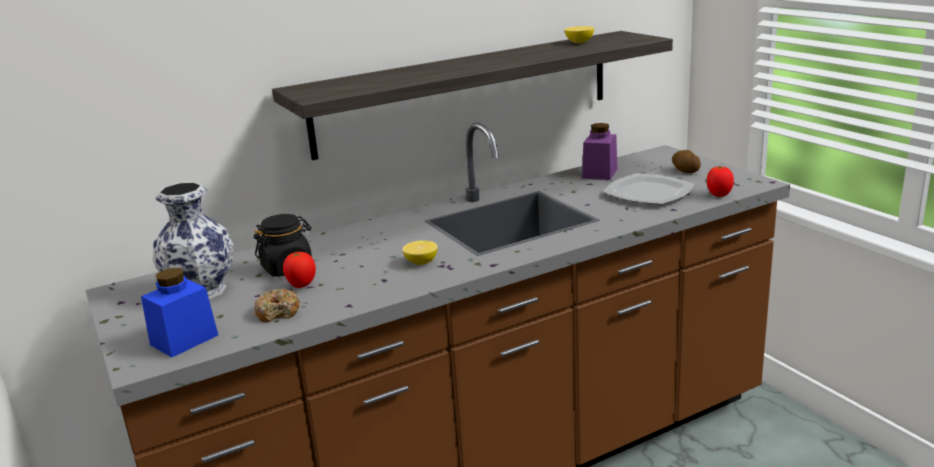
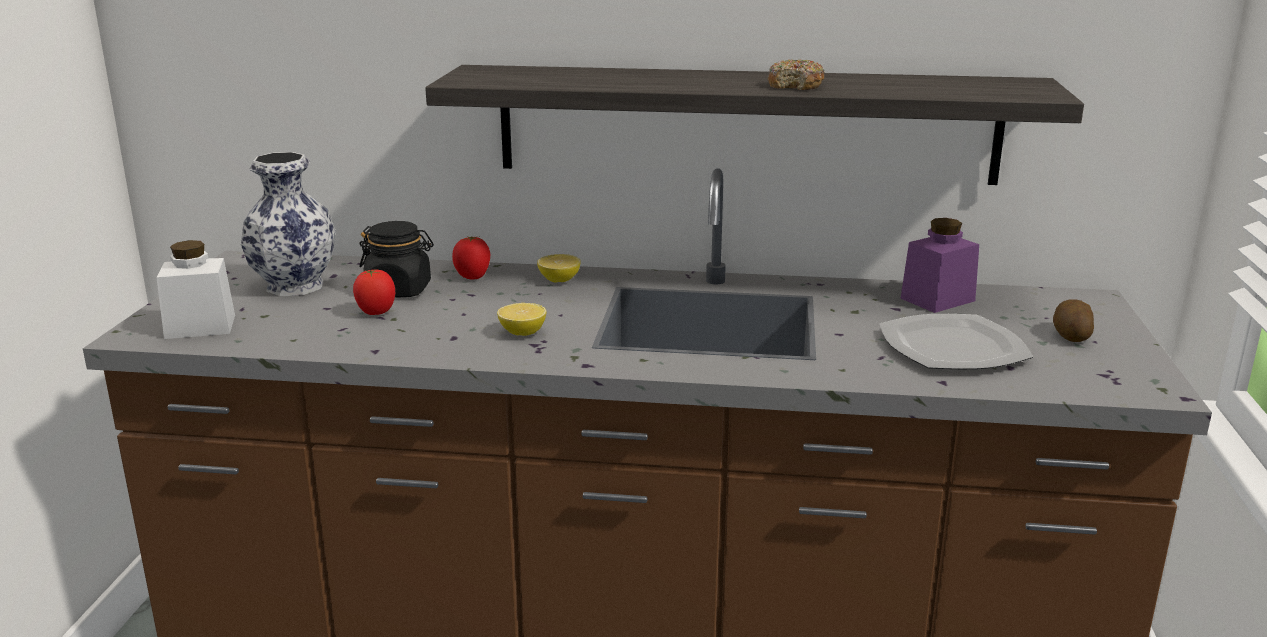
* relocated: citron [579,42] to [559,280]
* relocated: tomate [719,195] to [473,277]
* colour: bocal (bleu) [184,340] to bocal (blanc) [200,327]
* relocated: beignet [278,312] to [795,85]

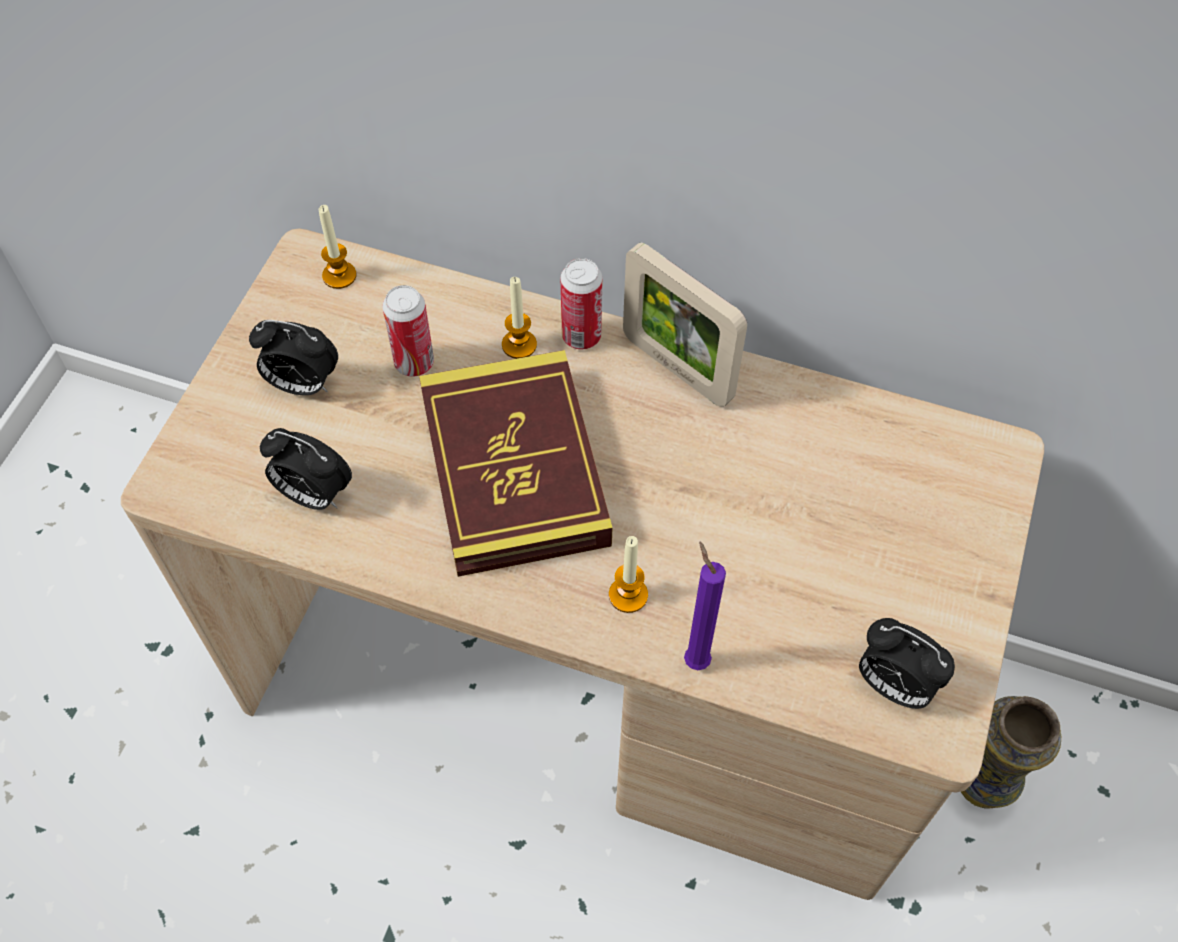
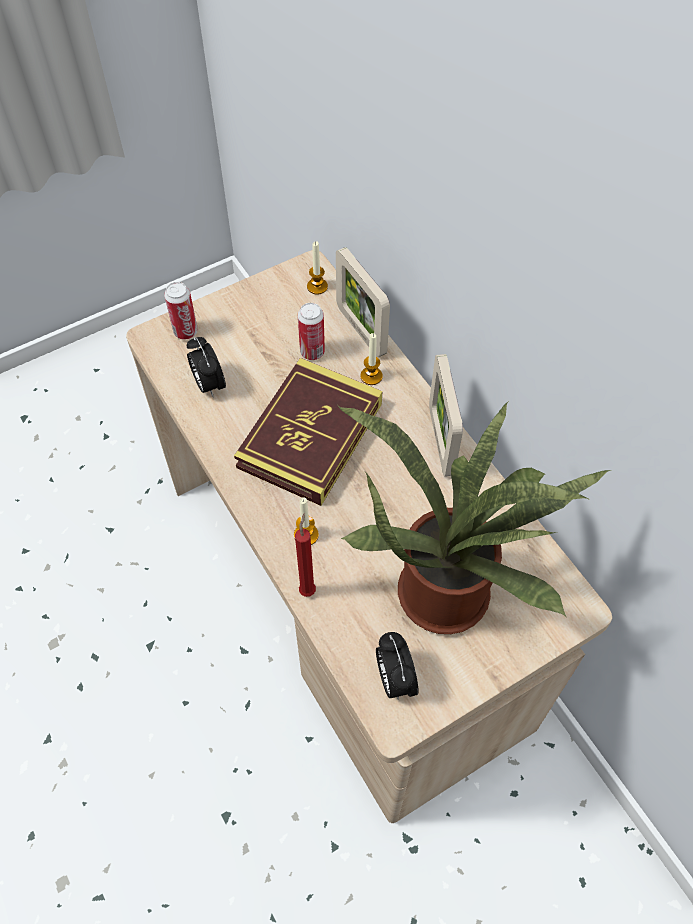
* relocated: boîte métallique [581,336] to [185,331]
* missing: réveil [302,384]
* colour: bougie (violet) [694,658] to bougie (rouge) [308,589]
* missing: vase [981,782]
* appeared: cadre photo [361,330]
* appeared: plante en pot [449,586]

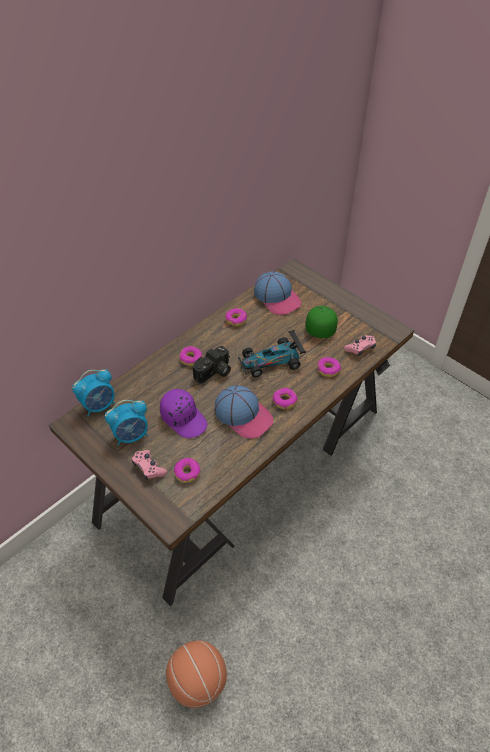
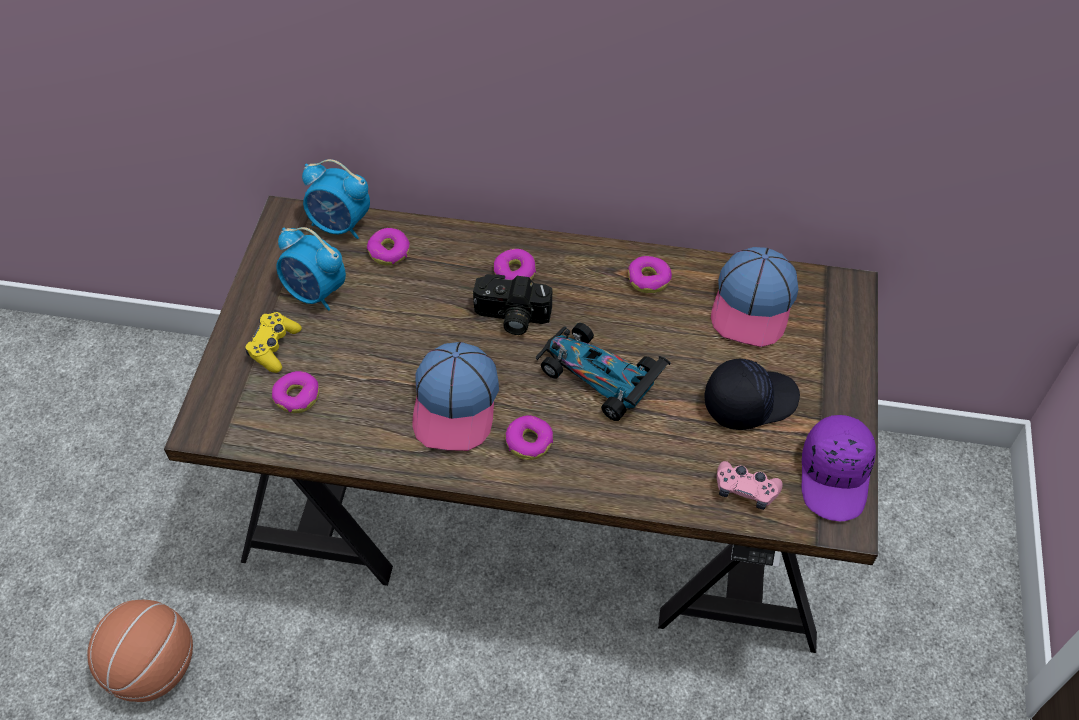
* colour: casquette (vert) [321,324] to casquette (noir) [749,400]
* relocated: beignet [328,369] to [389,252]
* relocated: casquette (violet) [184,418] to [836,476]
* colour: manette (rose) [148,468] to manette (jaune) [274,347]

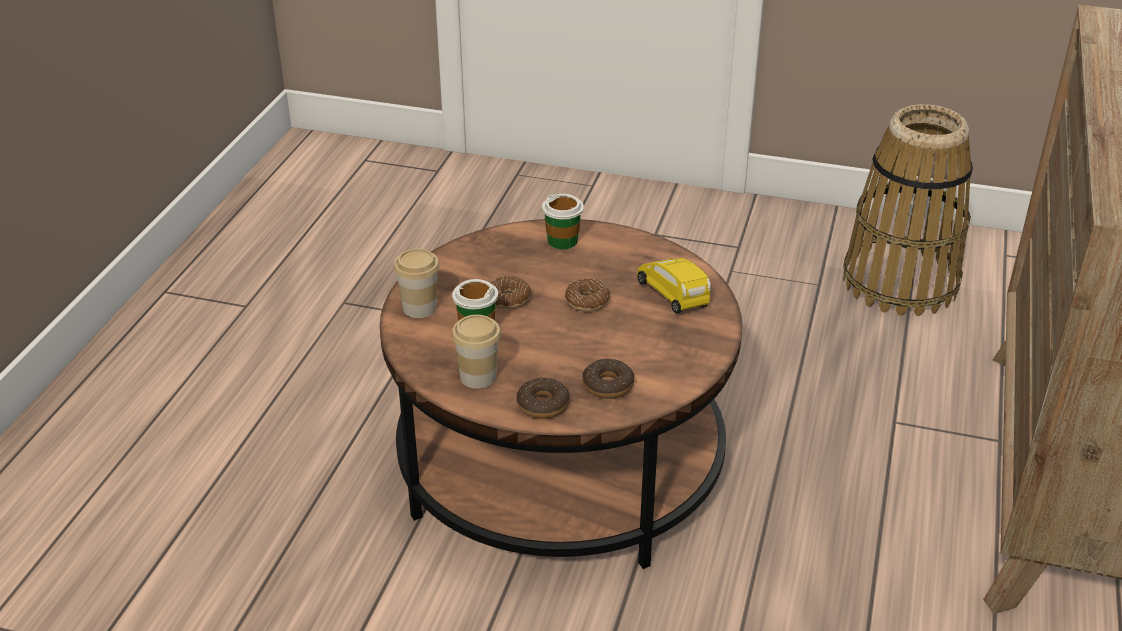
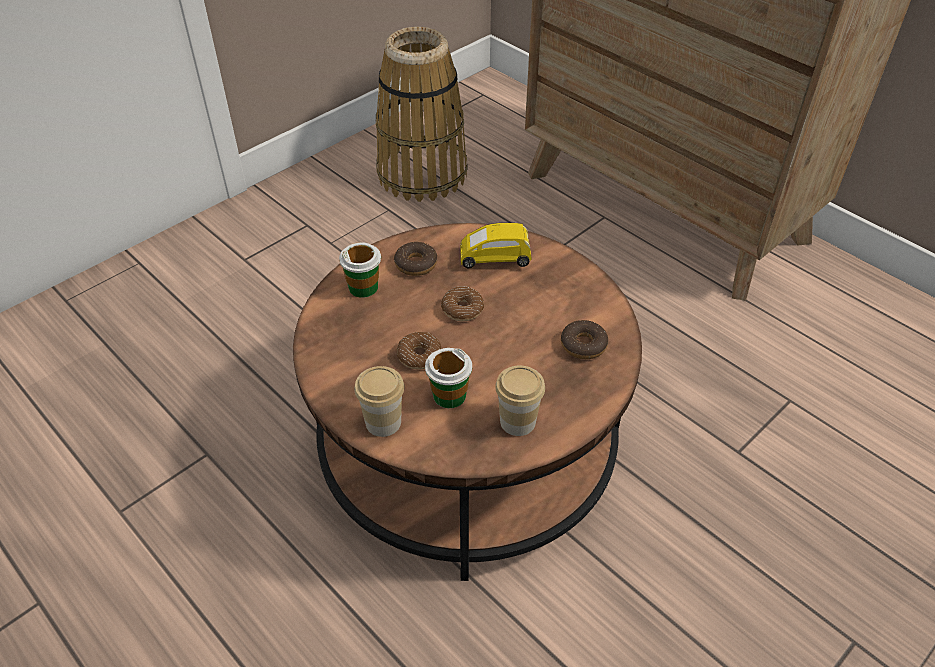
* relocated: beignet [543,405] to [416,264]

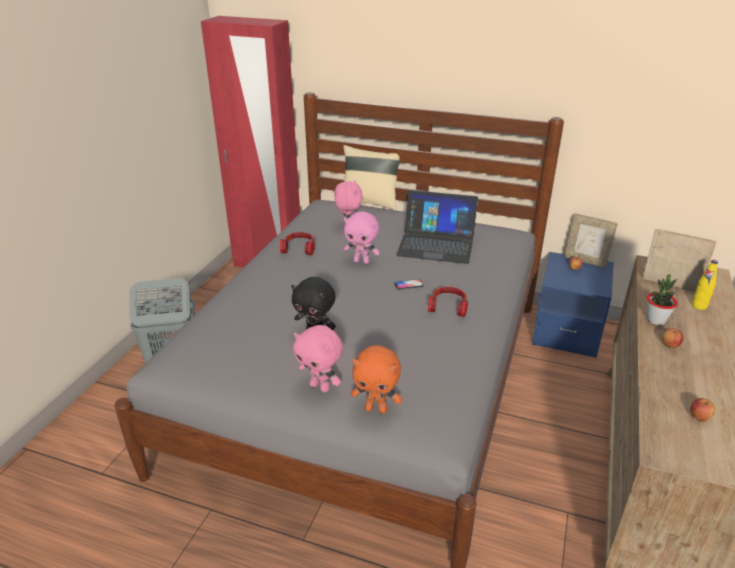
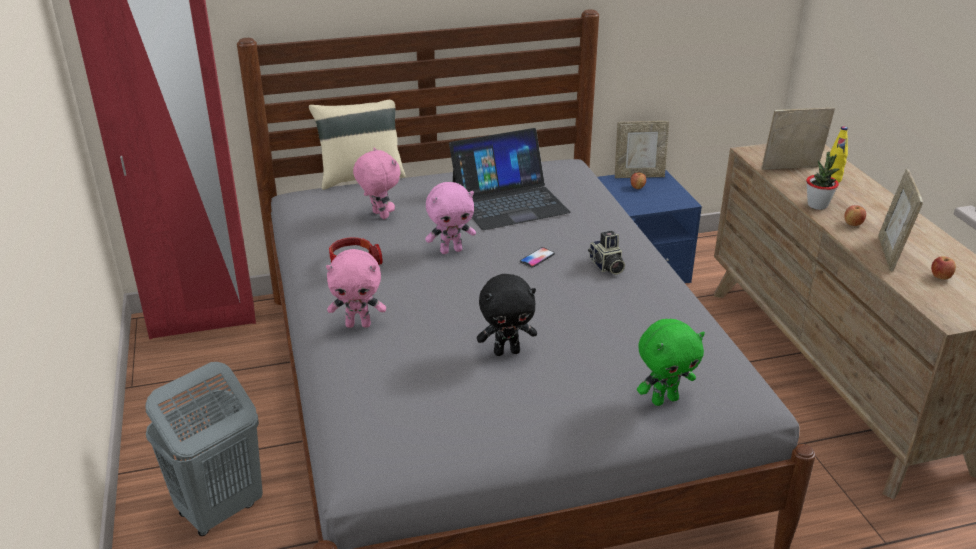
* exchanged: casque audio [448,307] to appareil photo [606,266]
* relocated: peluche (rose) [320,387] to [358,324]
* colour: peluche (orange) [376,409] to peluche (vert) [664,399]
* appeared: cadre photo [890,254]

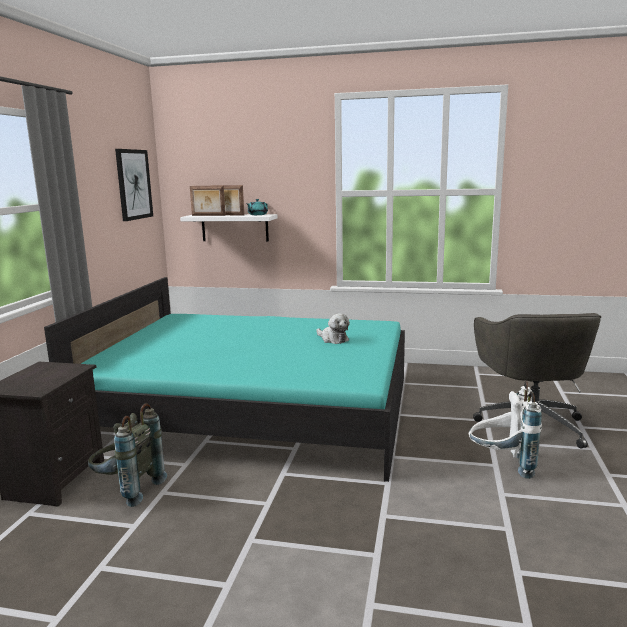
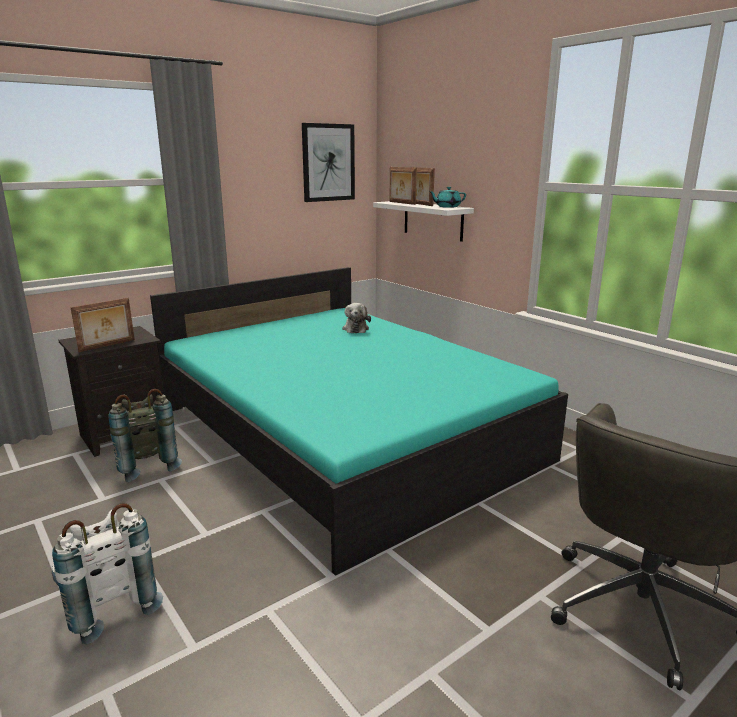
* relocated: peluche [333,339] to [356,328]
* relocated: sac à dos (blanc) [502,465] to [107,607]
* appeared: cadre photo [107,346]

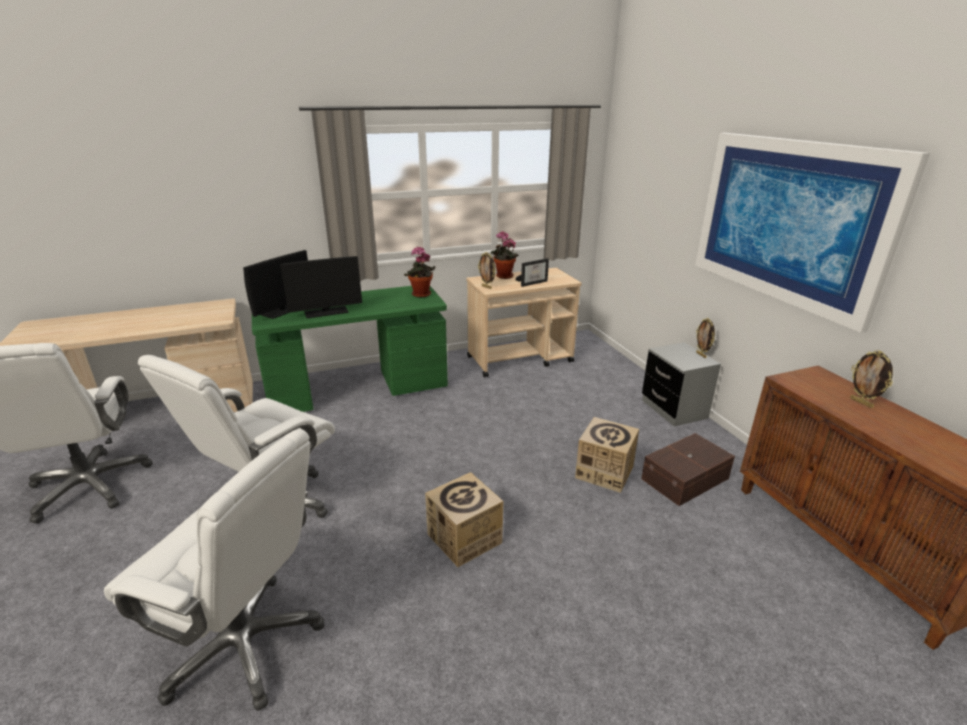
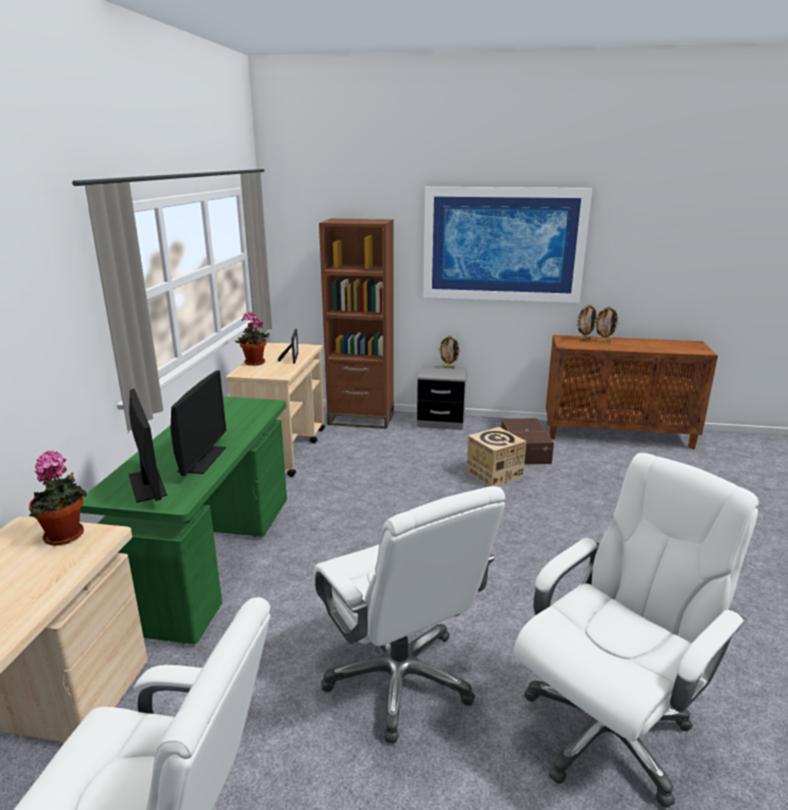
* relocated: plante en pot [421,295] to [66,537]
* relocated: cadre photo [487,287] to [584,339]
* missing: carton [464,538]
* appeared: bibliothèque (marron) [361,418]

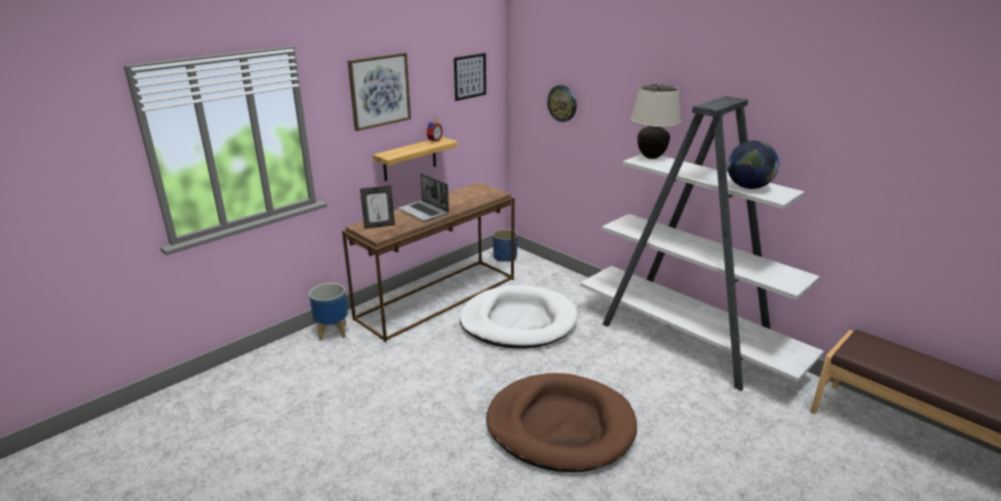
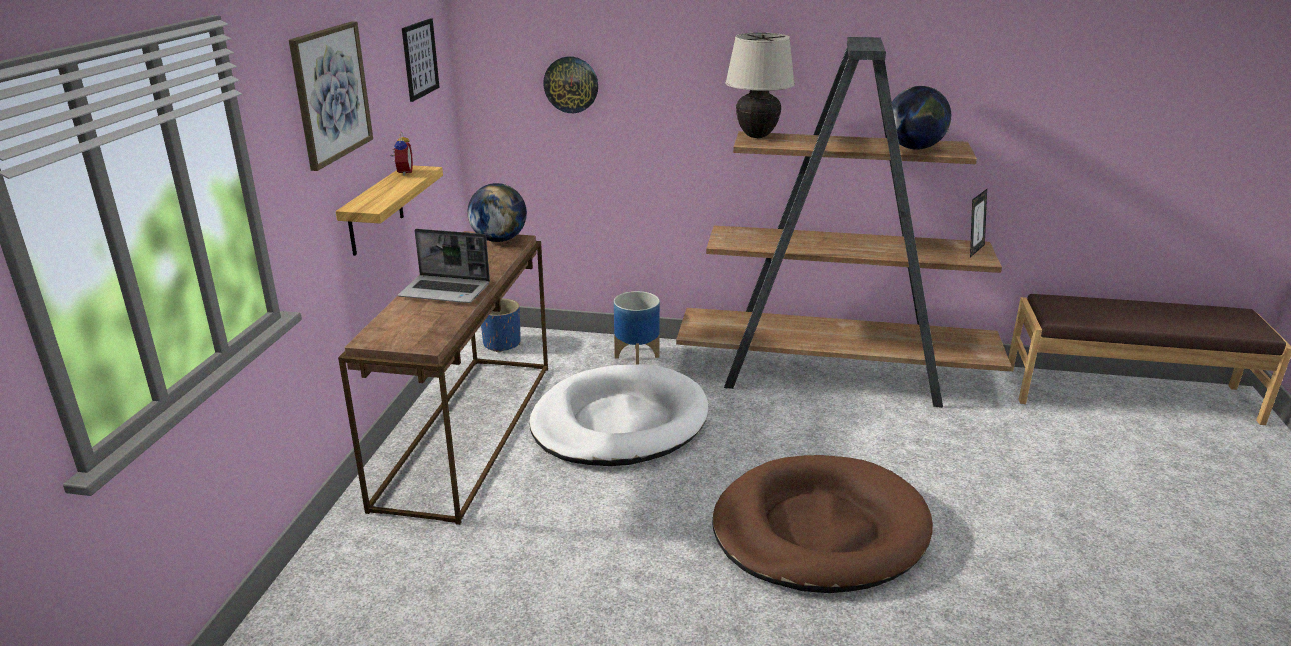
* colour: bibliothèque (blanc) [687,342] to bibliothèque (marron) [835,375]
* relocated: cadre photo [379,226] to [973,250]
* relocated: cache-pot [333,332] to [637,357]
* appeared: globe [499,240]

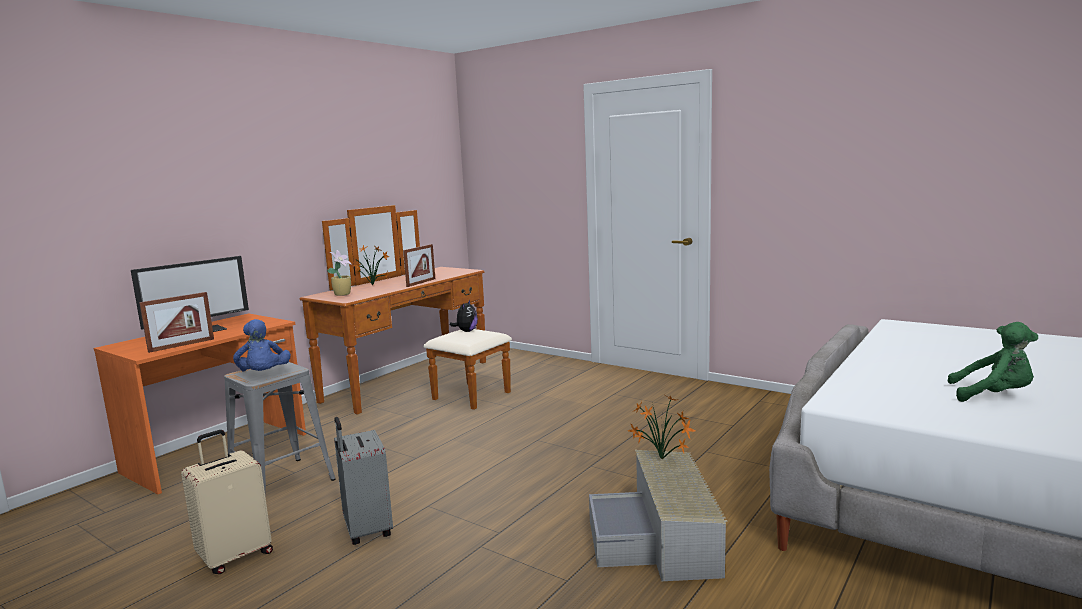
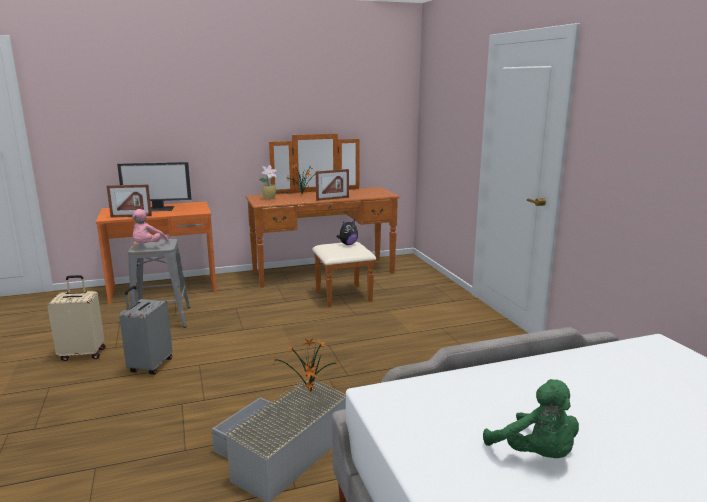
* colour: peluche (bleu) [264,375] to peluche (rose) [148,246]

